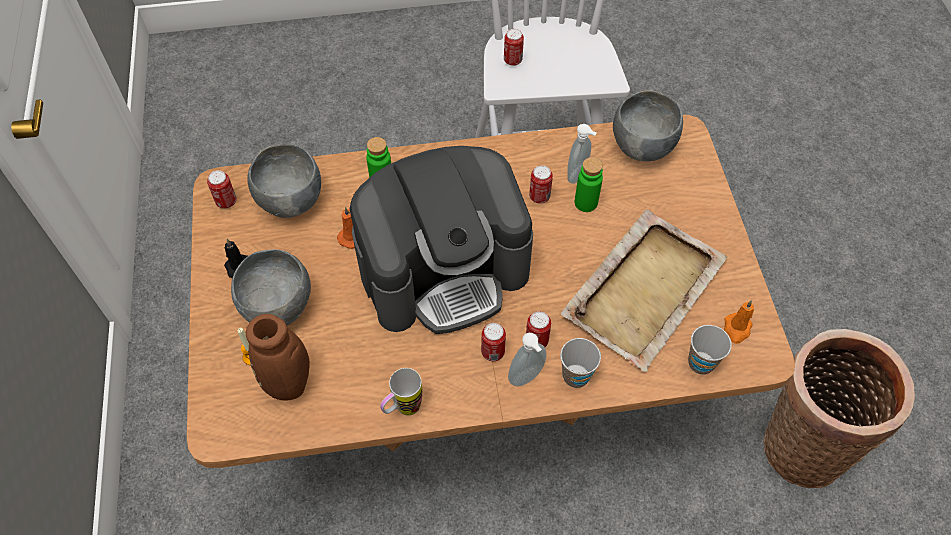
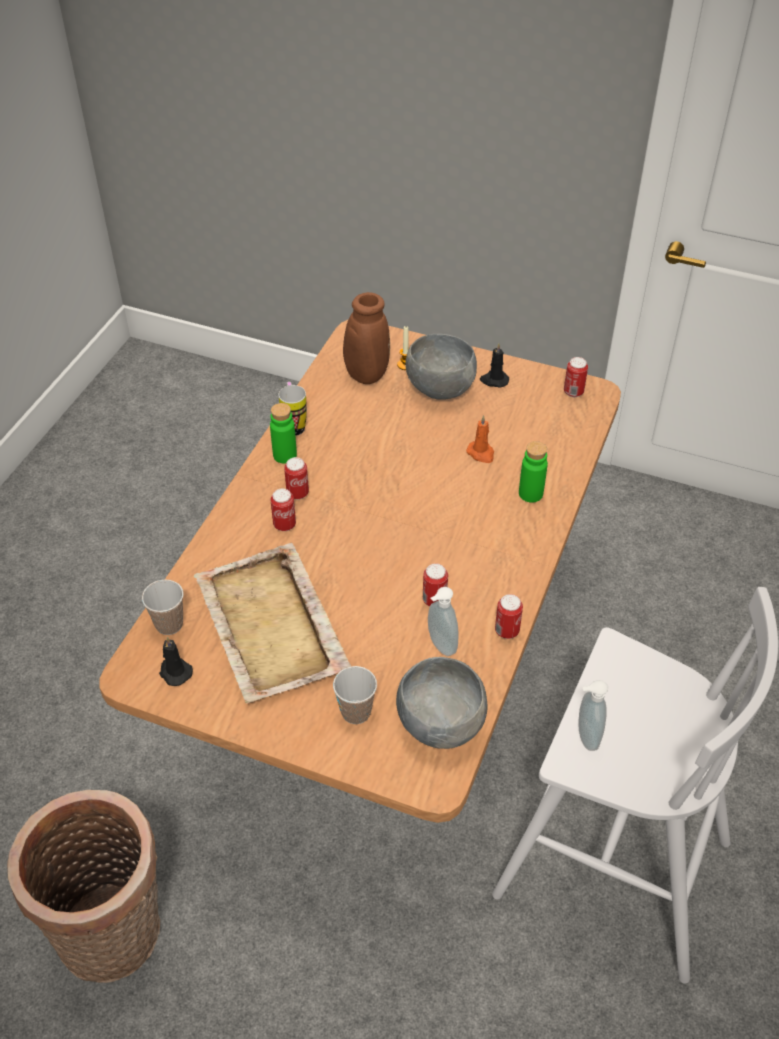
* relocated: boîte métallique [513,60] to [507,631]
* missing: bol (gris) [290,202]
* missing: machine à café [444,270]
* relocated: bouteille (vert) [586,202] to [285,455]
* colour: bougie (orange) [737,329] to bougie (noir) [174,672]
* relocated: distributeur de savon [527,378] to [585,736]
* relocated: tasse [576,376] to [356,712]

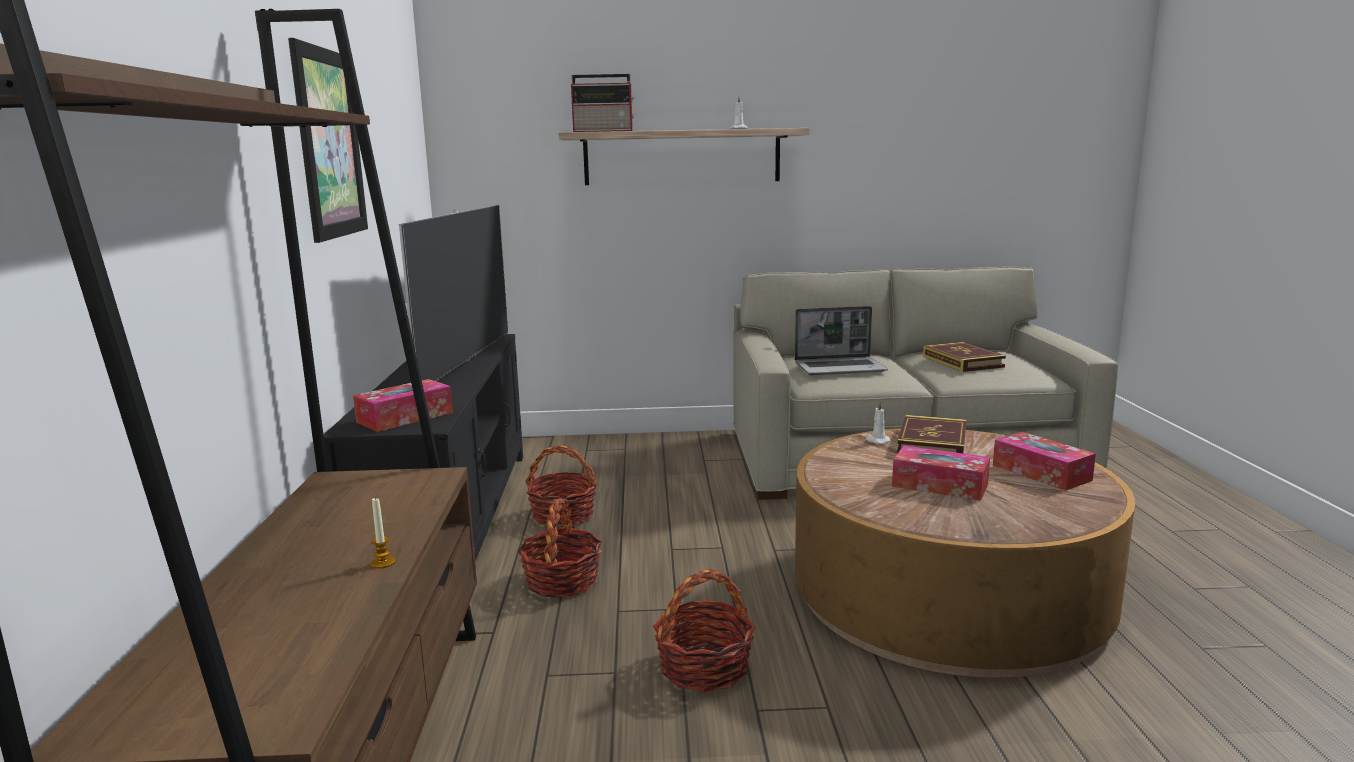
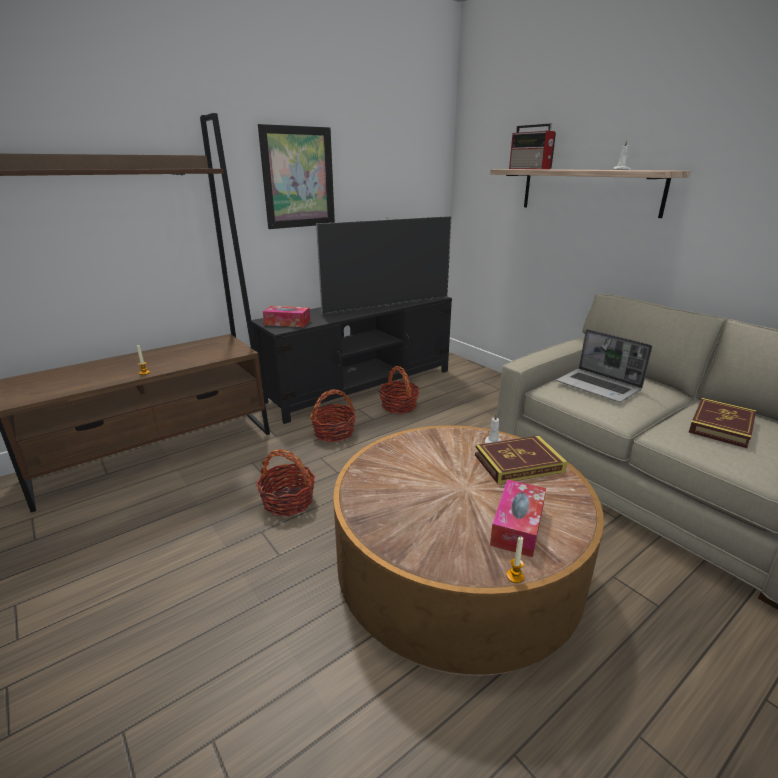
* missing: boîte à mouchoirs [939,485]
* appeared: bougie [515,576]

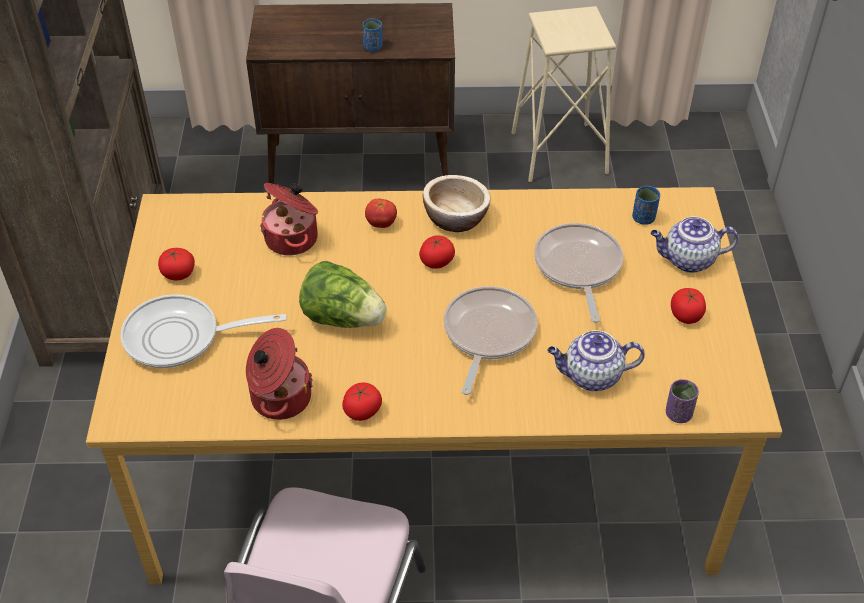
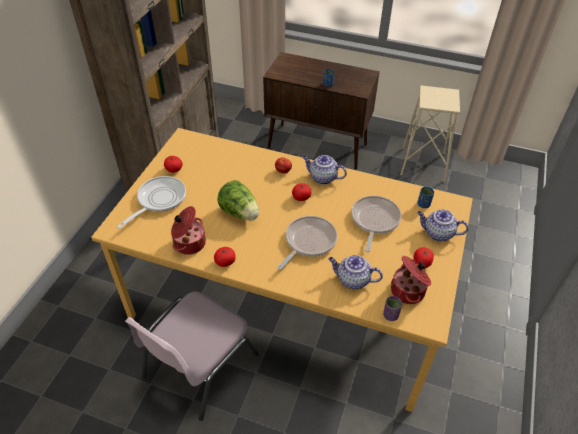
* exchanged: bol [455,218] to théière [322,178]
* relocated: marmite [293,238] to [408,291]
* spun: poêle [181,338] = [159,200] 105 degrees clockwise

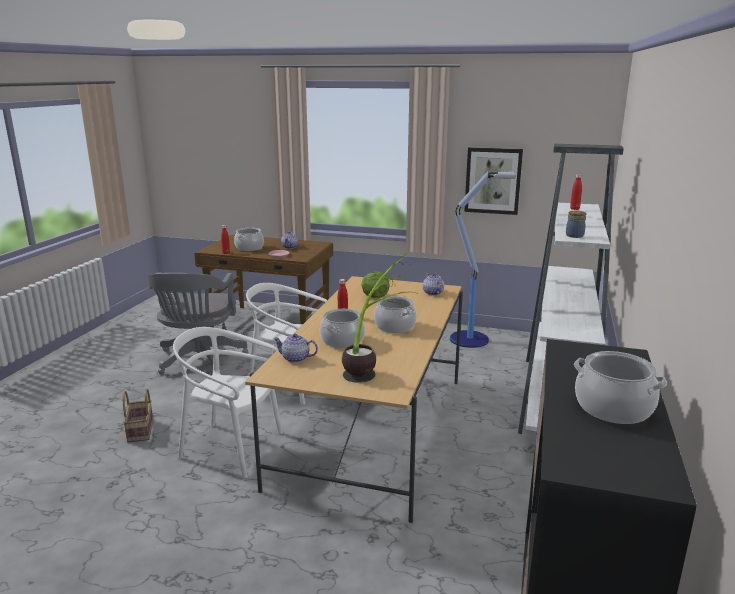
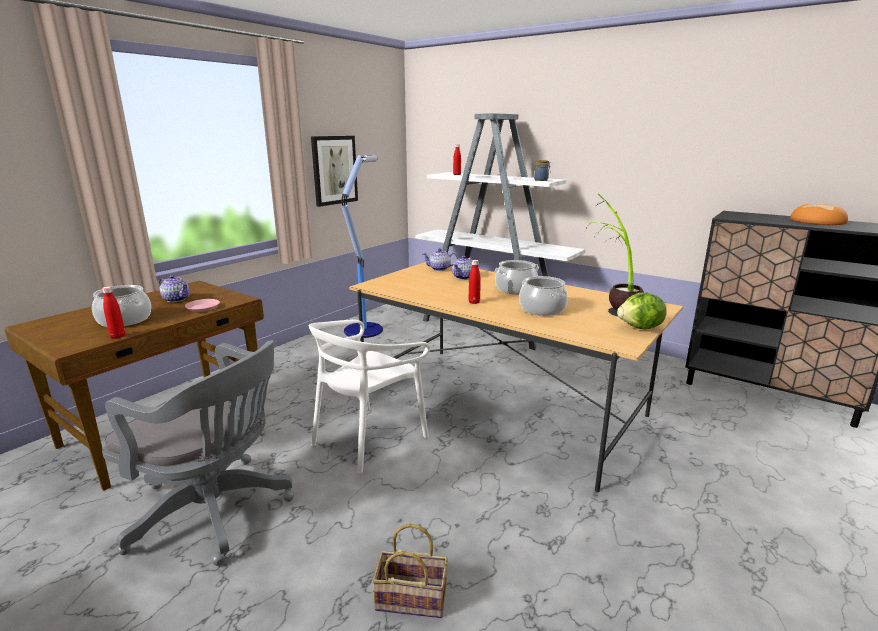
* relocated: laitue [374,296] to [640,328]
* missing: chaise (blanc) [231,448]
* relocated: théière [296,358] to [463,277]
* exchanged: marmite [613,407] to pain [817,221]

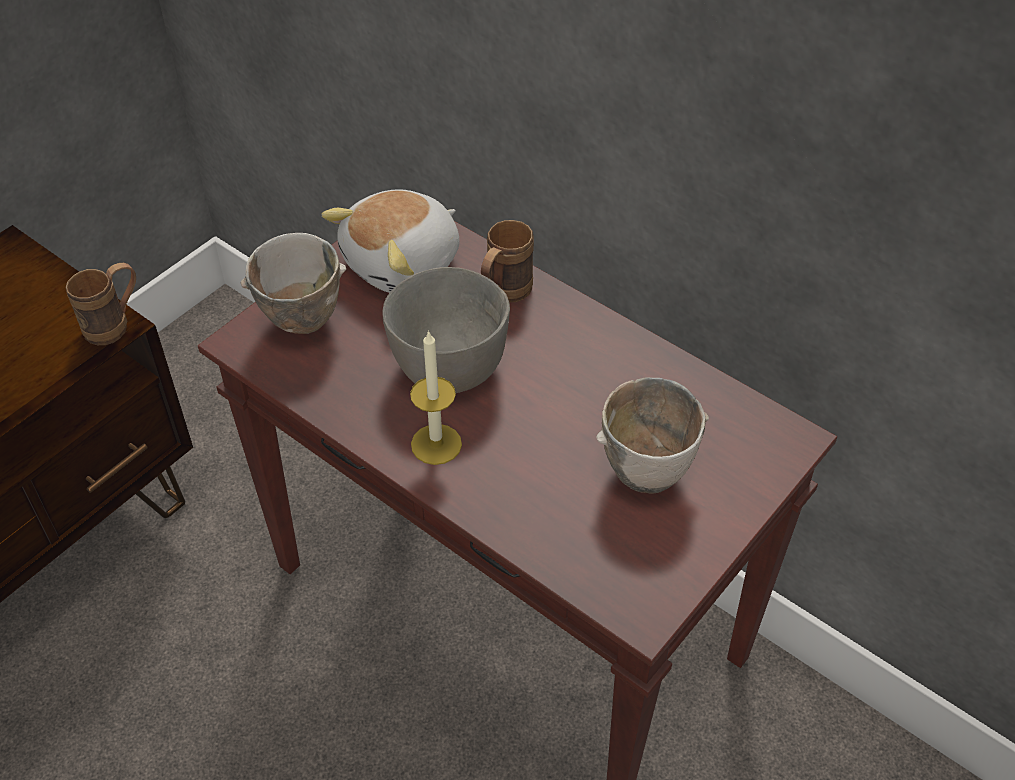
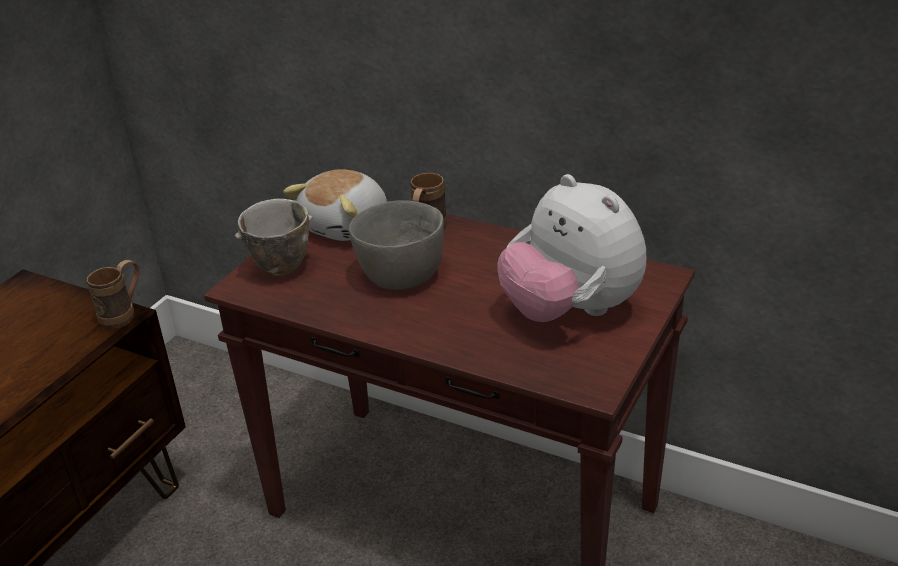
* missing: bougie [436,444]
* exchanged: bol [650,473] to peluche [570,311]

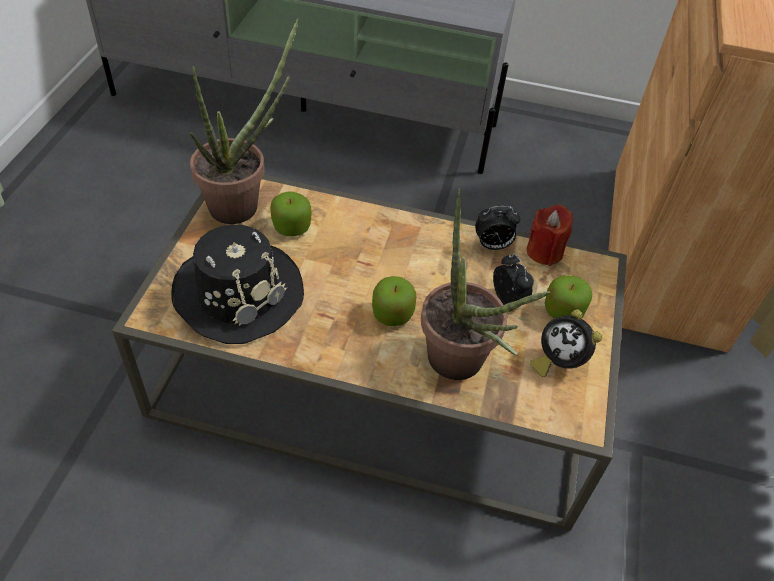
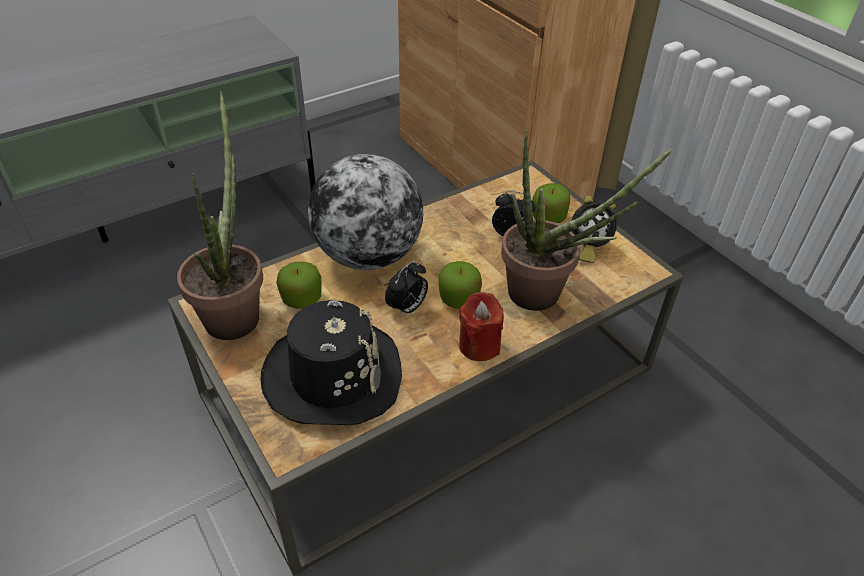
* relocated: bougie (rouge) [544,251] to [479,345]
* relocated: réveil [492,246] to [407,308]
* appeared: globe [368,255]

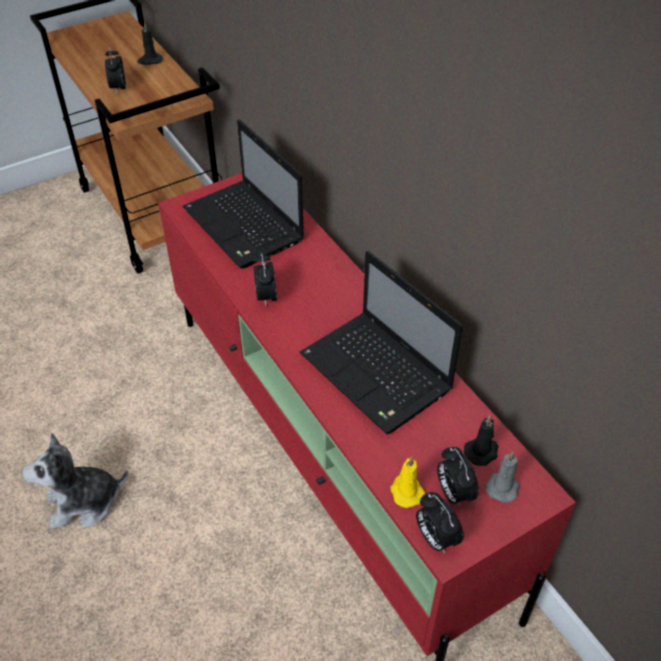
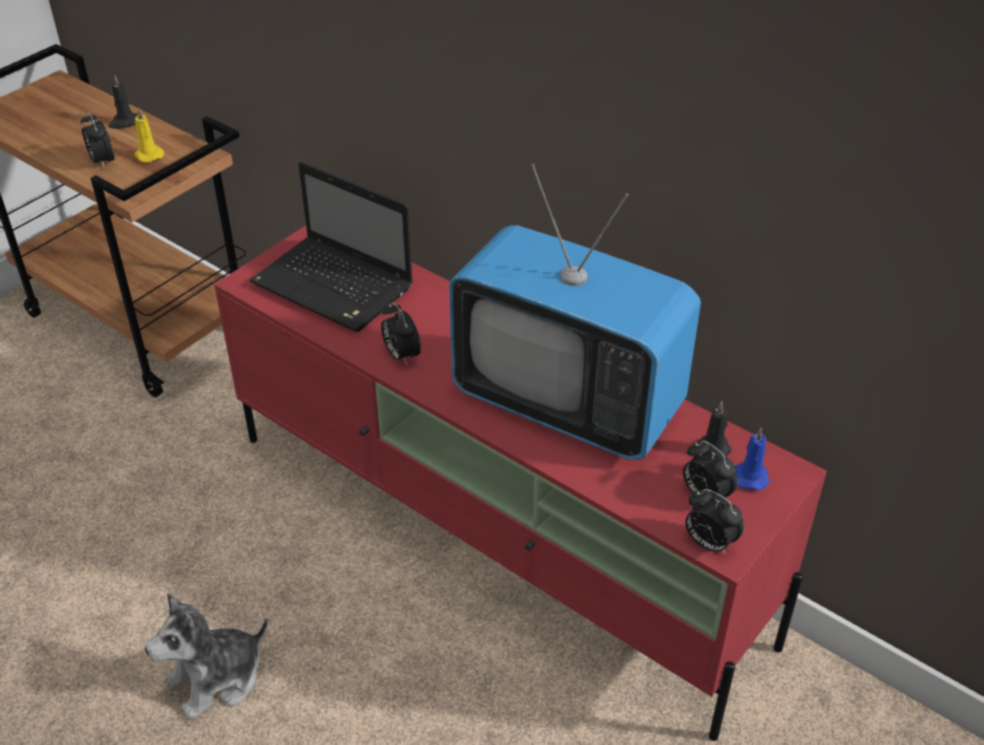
* exchanged: ordinateur portable [378,374] to téléviseur [568,403]
* colour: bougie (gris) [503,486] to bougie (bleu) [750,476]
* relocated: bougie (jaune) [406,491] to [148,155]

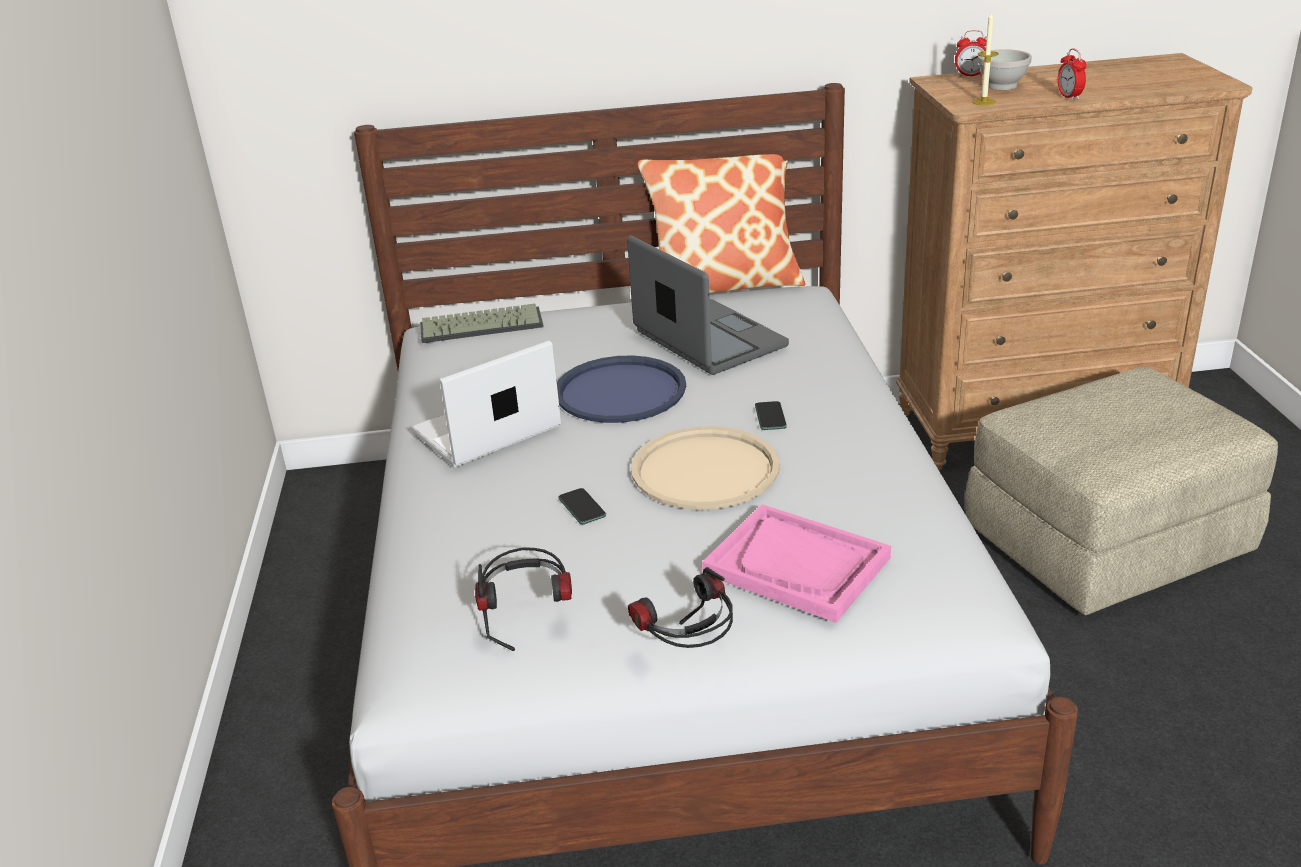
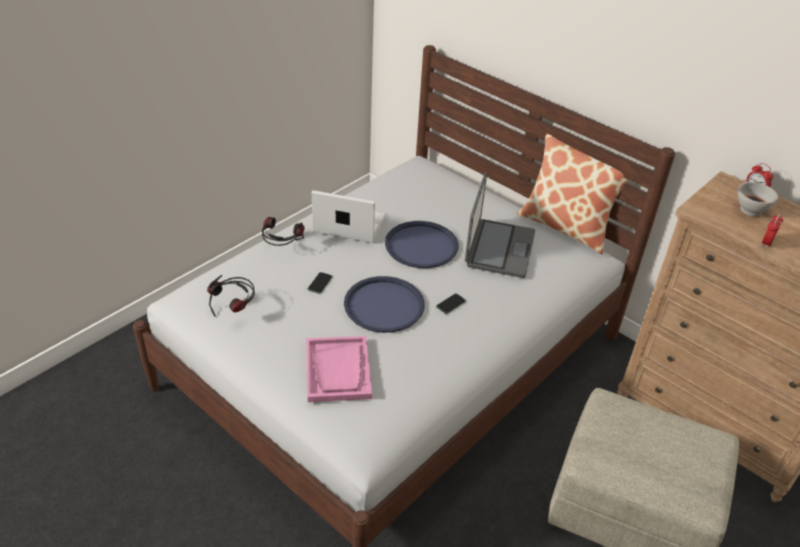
* missing: bougie [984,102]
* missing: clavier [482,325]
* colour: plateau (beige) [705,470] to plateau (bleu) [384,305]
* relocated: casque audio [689,653] to [281,248]

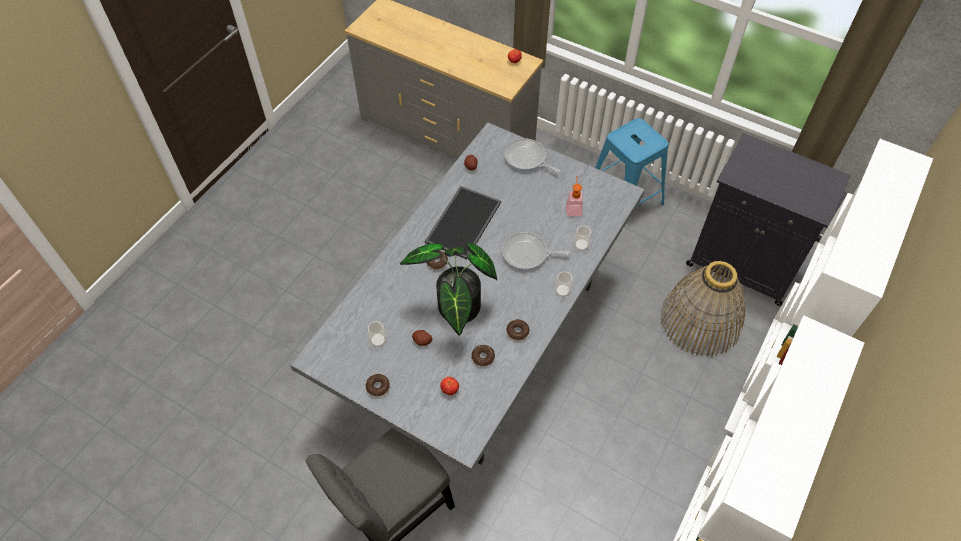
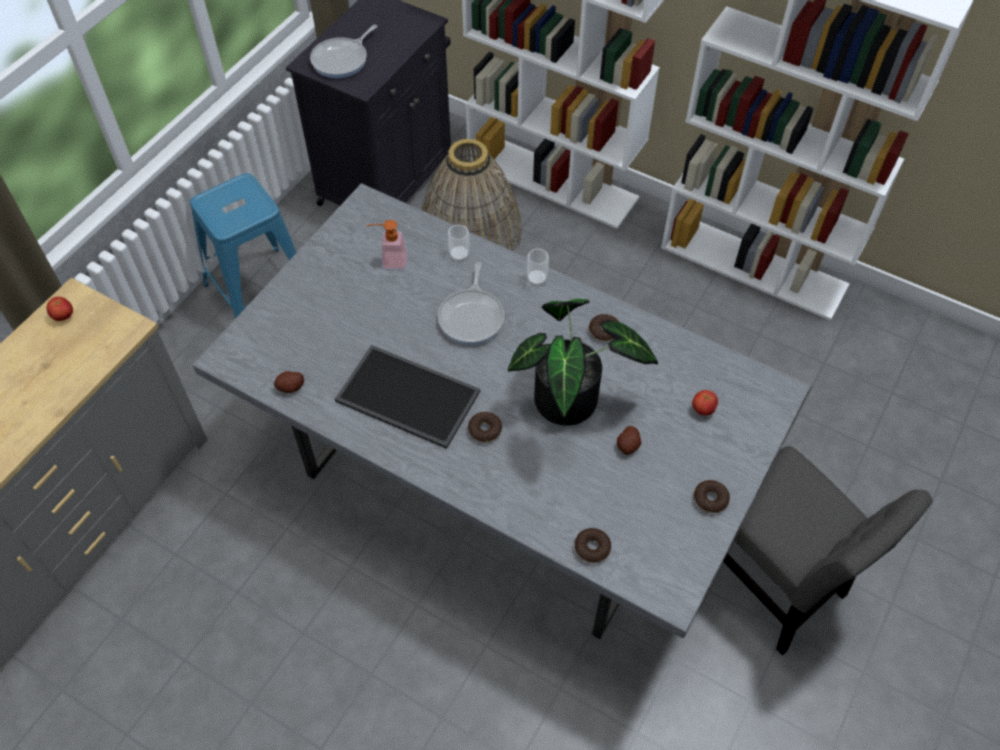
* relocated: poêle [527,159] to [342,60]
* missing: tasse [378,341]
* relocated: beignet [483,357] to [592,548]

